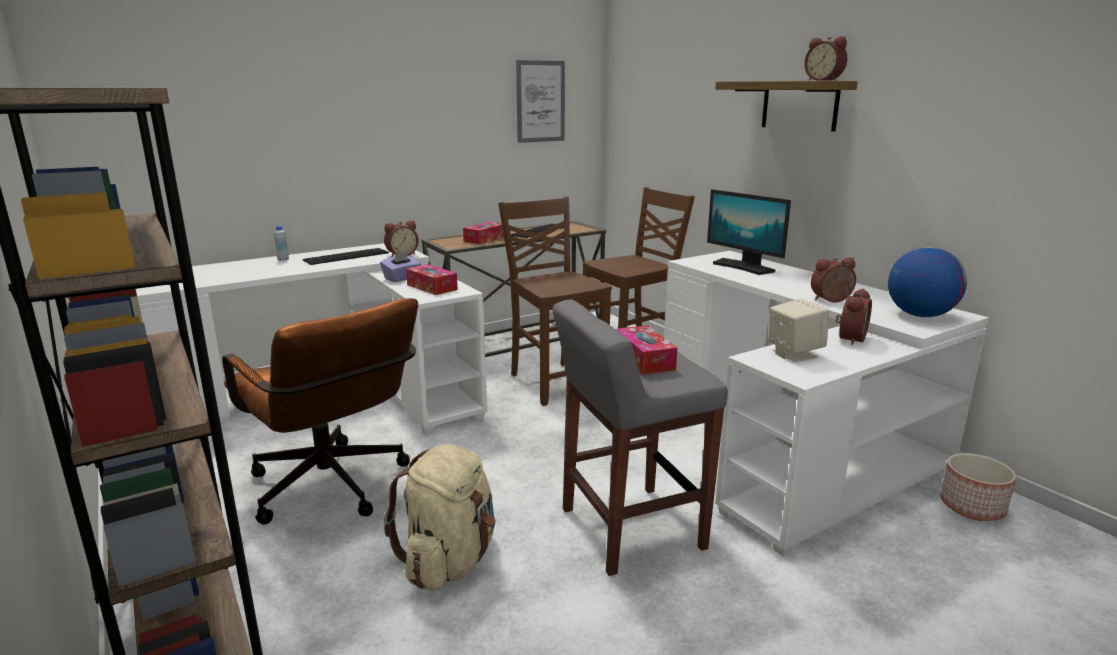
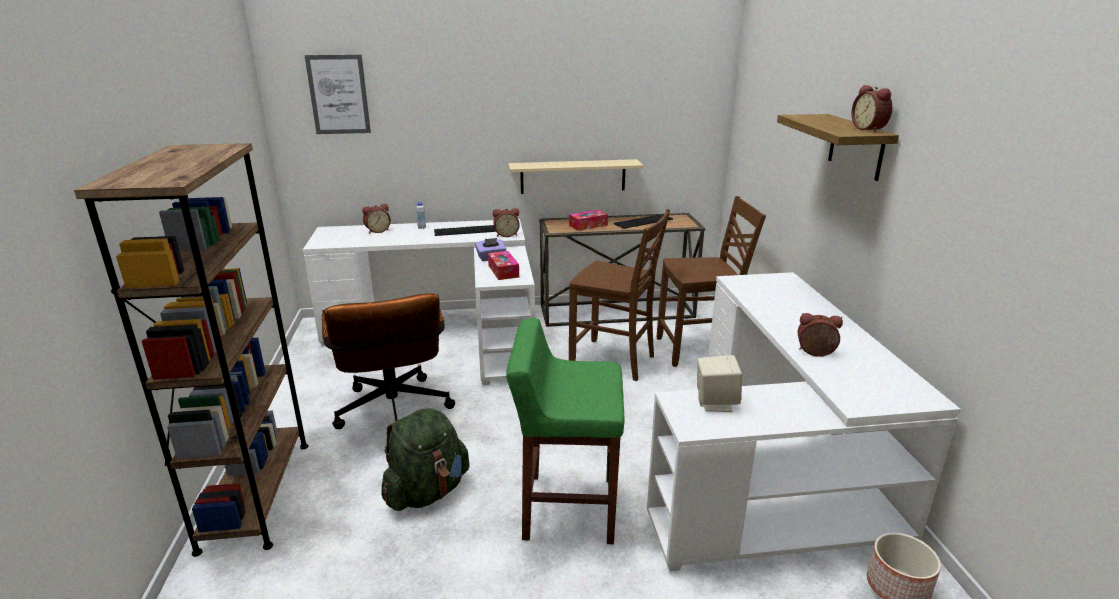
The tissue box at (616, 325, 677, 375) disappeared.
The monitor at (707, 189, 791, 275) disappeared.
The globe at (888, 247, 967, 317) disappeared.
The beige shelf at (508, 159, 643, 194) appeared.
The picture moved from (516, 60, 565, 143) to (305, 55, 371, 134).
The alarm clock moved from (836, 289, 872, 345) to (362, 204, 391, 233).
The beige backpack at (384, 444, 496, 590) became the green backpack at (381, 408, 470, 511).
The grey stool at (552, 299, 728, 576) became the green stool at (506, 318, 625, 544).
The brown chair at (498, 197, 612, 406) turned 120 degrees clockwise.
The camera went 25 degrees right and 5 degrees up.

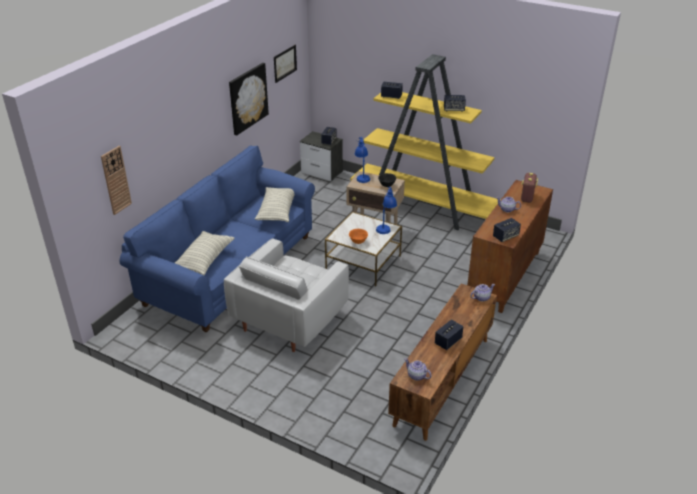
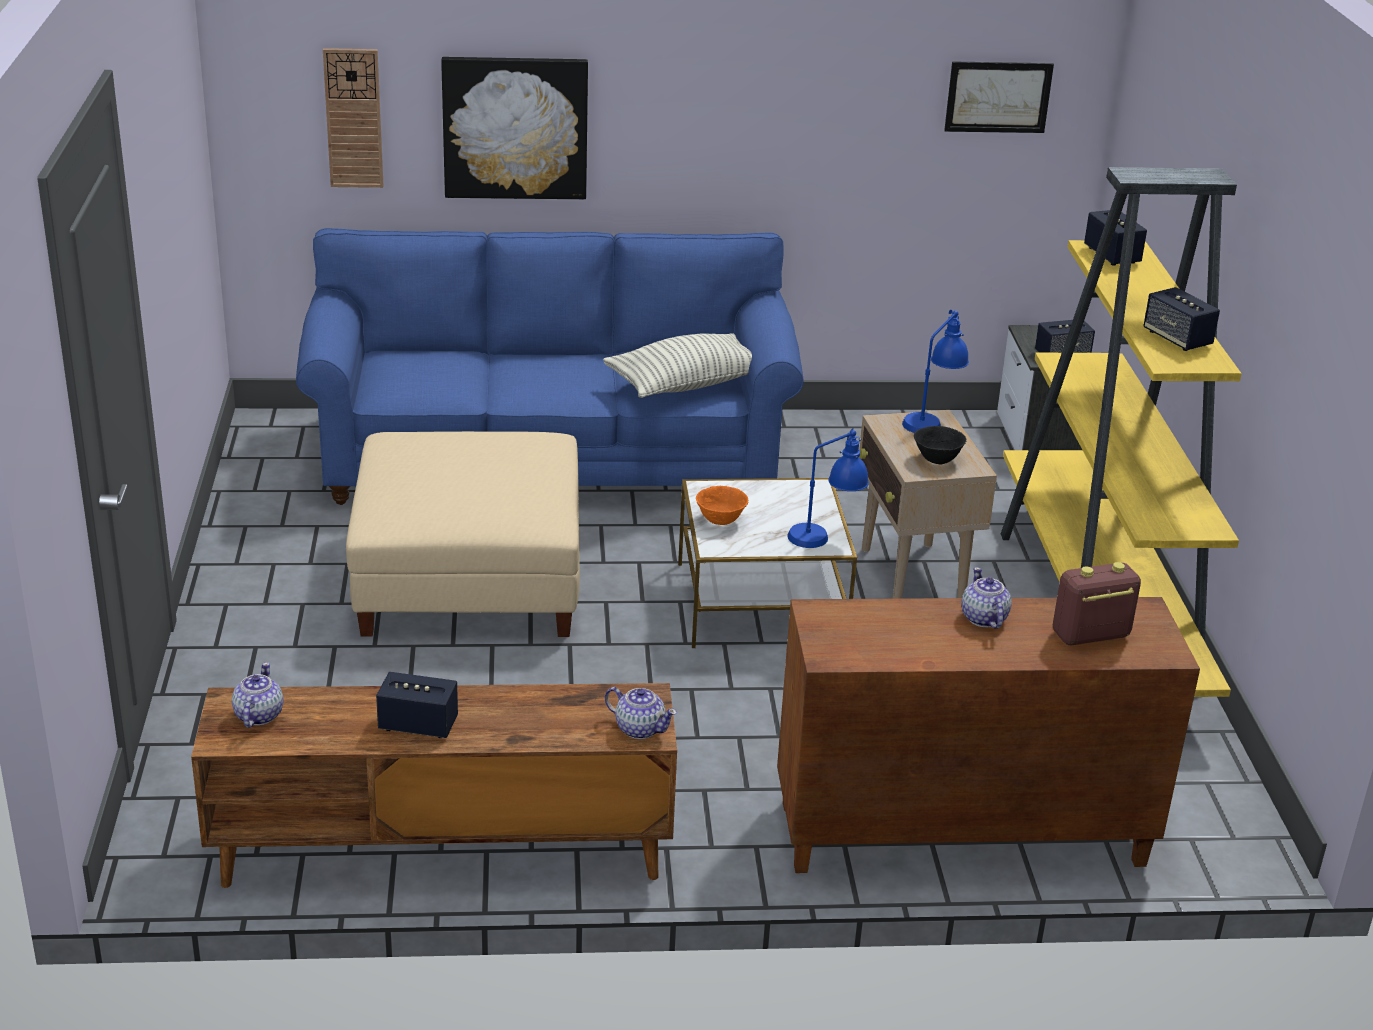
The pillow at (175, 231, 235, 275) disappeared.
The speaker at (493, 218, 521, 242) disappeared.
The picture moved from (229, 63, 269, 135) to (441, 57, 588, 200).
The white armchair at (224, 238, 349, 352) was replaced by the beige ottoman at (346, 431, 580, 637).
The camera went 55 degrees right and 5 degrees down.

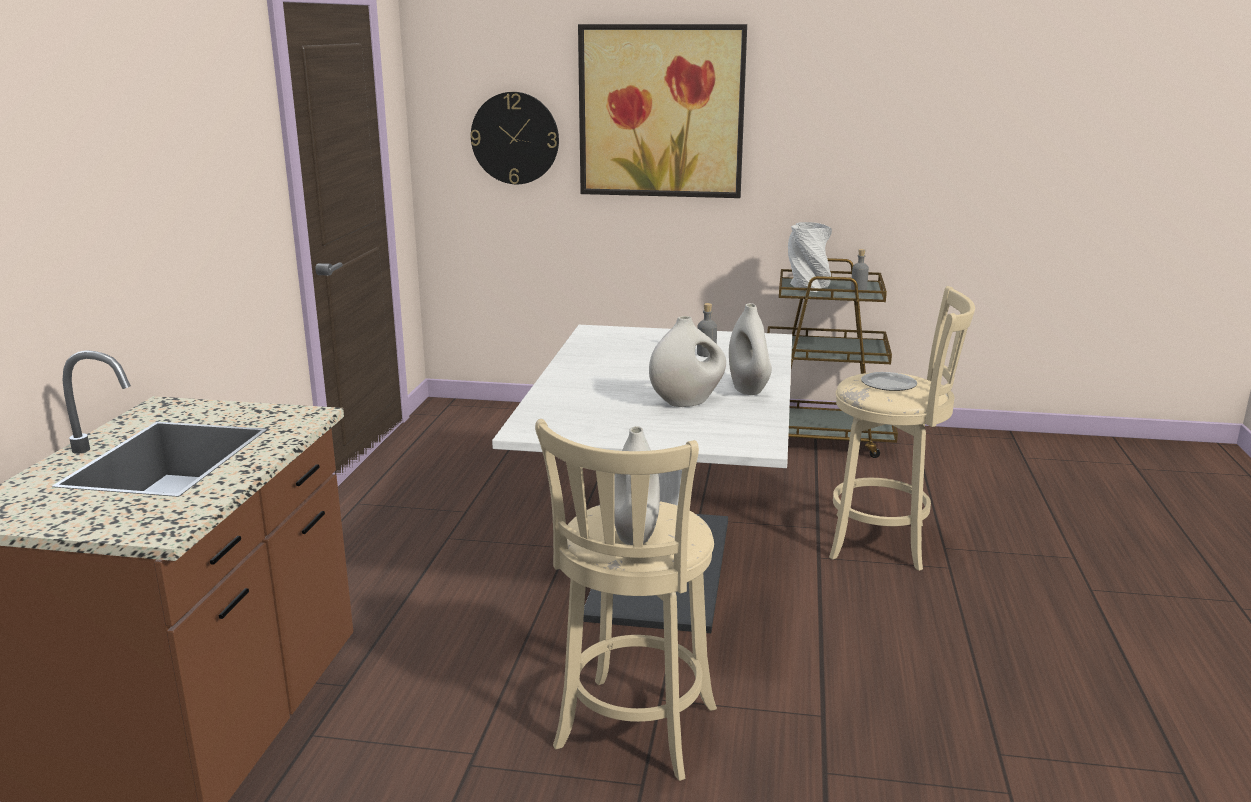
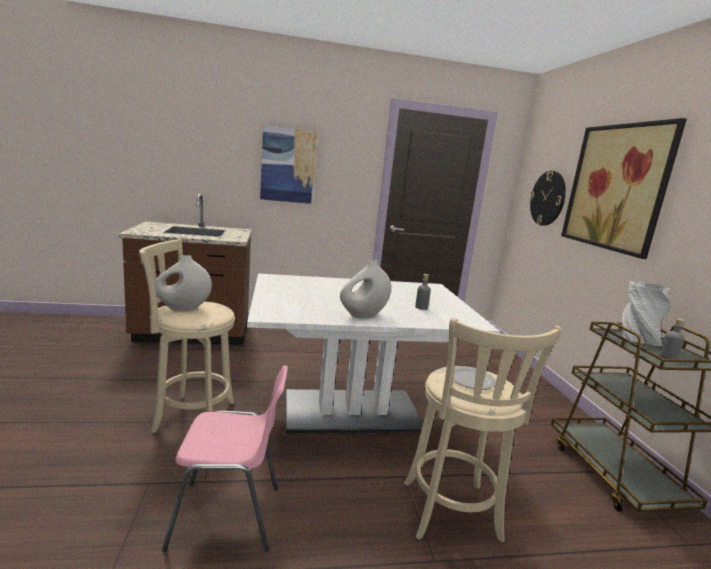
The white vase at (649, 316, 726, 407) disappeared.
The pink chair at (162, 365, 288, 552) appeared.
The picture at (260, 126, 318, 204) appeared.
The camera went 70 degrees right and 5 degrees down.

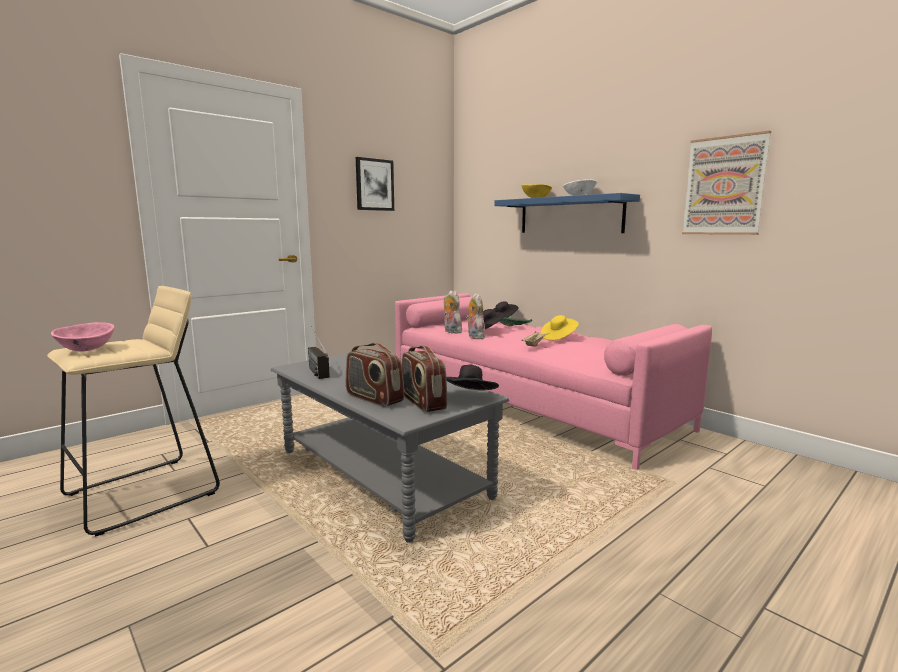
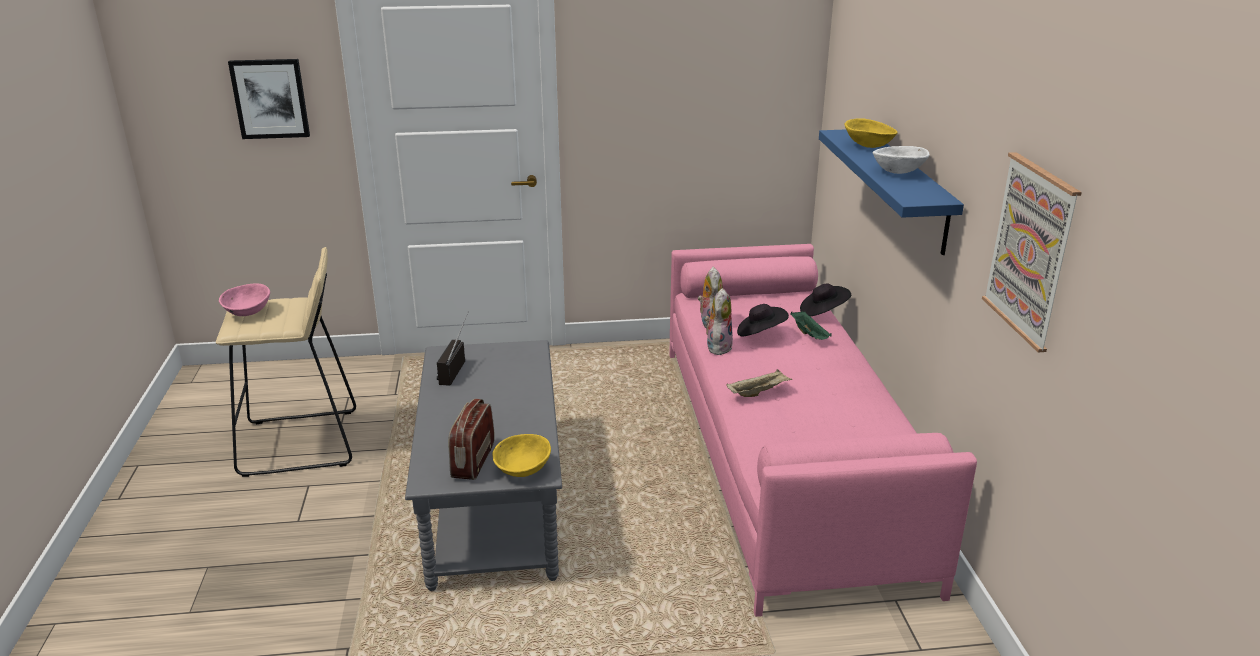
The radio at (346, 343, 404, 407) disappeared.
The yellow hat at (540, 315, 579, 340) disappeared.
The picture moved from (356, 157, 394, 211) to (228, 59, 310, 139).
The black hat at (446, 365, 499, 391) was replaced by the yellow bowl at (493, 434, 551, 477).
The camera went 35 degrees right and 15 degrees up.

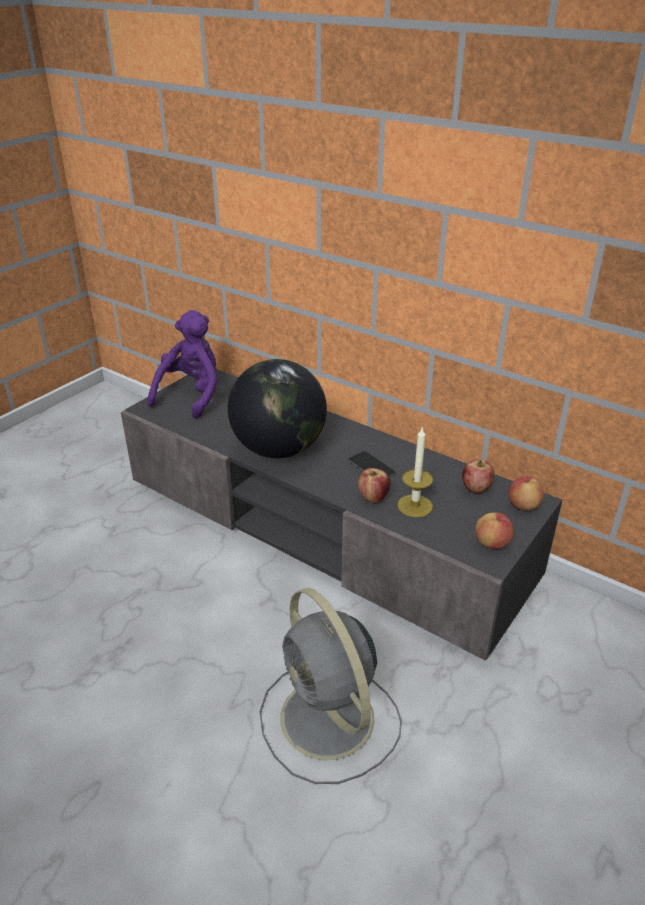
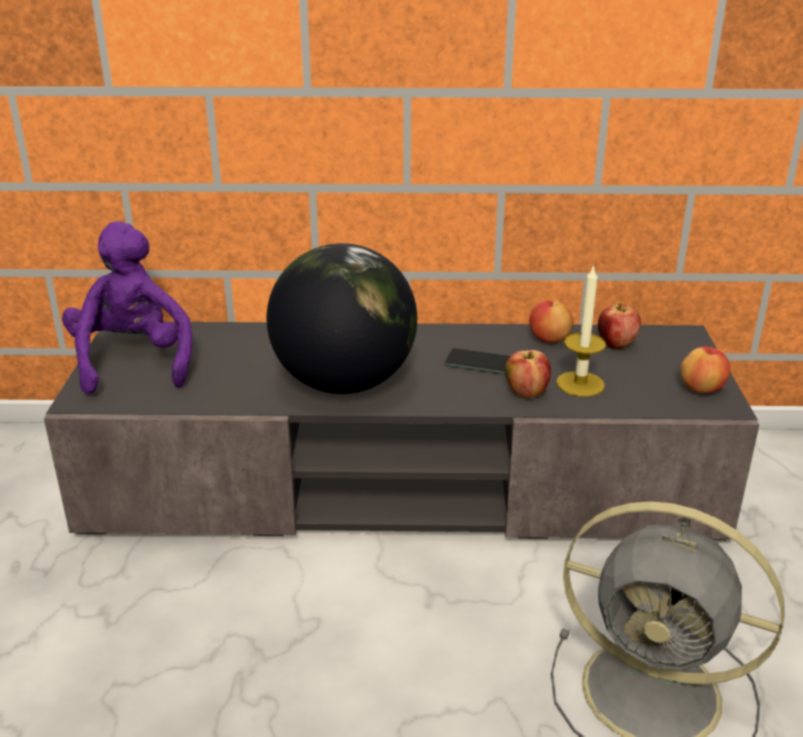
The apple moved from (509, 476, 544, 511) to (529, 300, 573, 343).
The camera went 35 degrees left and 5 degrees down.

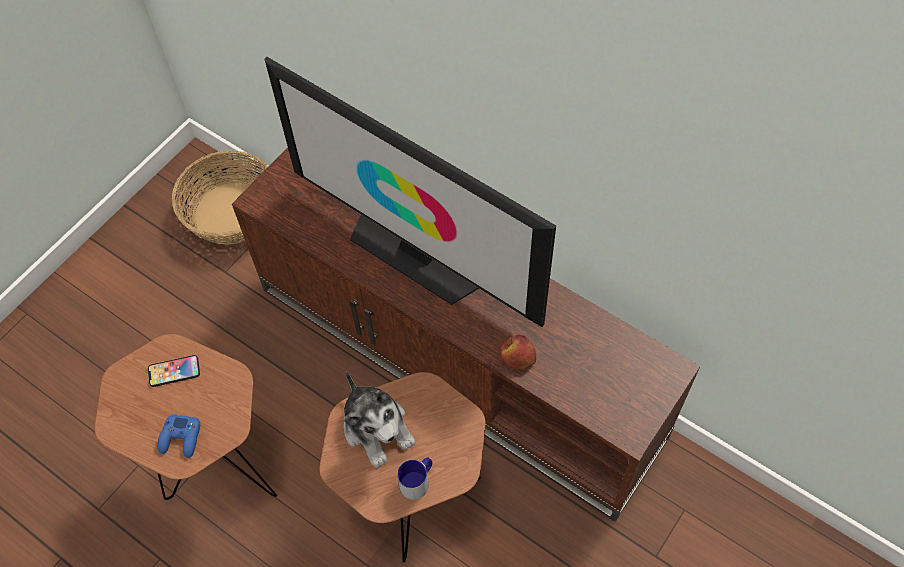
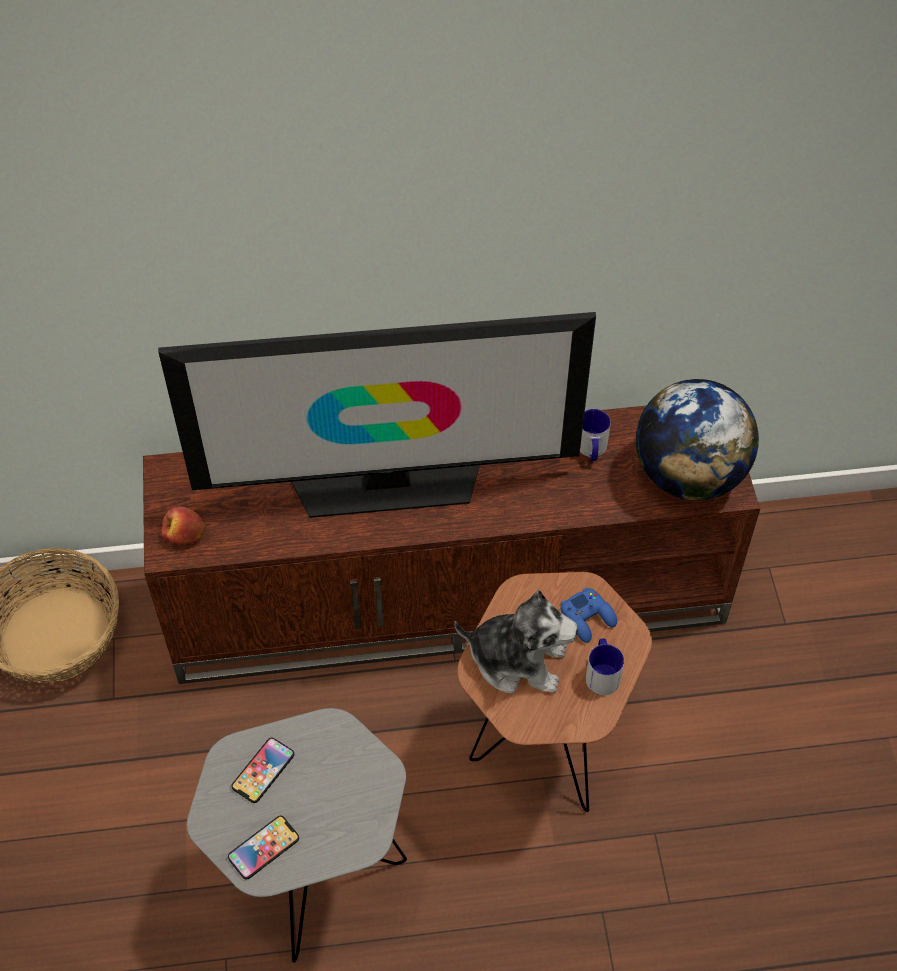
The phone at (228, 816, 299, 880) appeared.
The mug at (580, 409, 611, 461) appeared.
The globe at (636, 379, 759, 501) appeared.
The blue game controller moved from (157, 414, 200, 458) to (560, 587, 617, 643).
The apple moved from (500, 335, 536, 370) to (161, 506, 206, 545).
The brown side table at (95, 334, 277, 500) became the grey side table at (187, 708, 407, 963).
The camera went 45 degrees left and 5 degrees down.

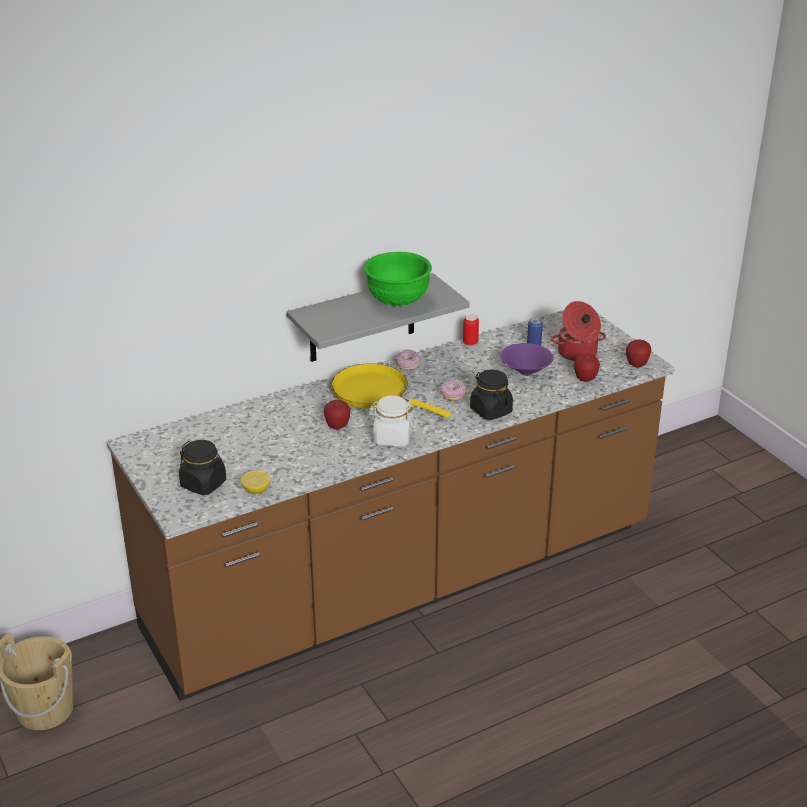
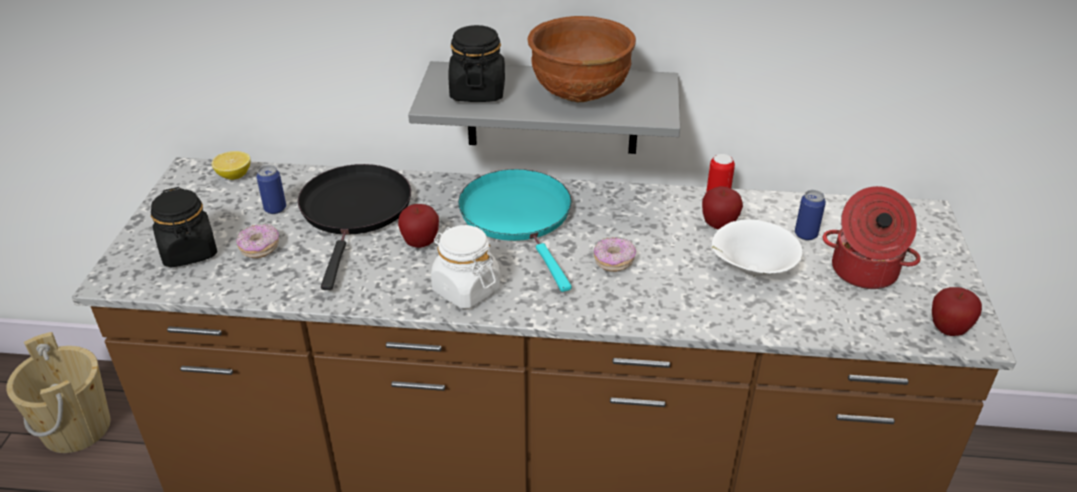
The can at (256, 165, 286, 214) appeared.
The black frying pan at (298, 164, 411, 290) appeared.
The lemon moved from (240, 470, 271, 494) to (212, 151, 250, 180).
The donut moved from (395, 349, 420, 370) to (236, 224, 279, 258).
The black jar moved from (470, 370, 513, 420) to (448, 25, 505, 102).
The apple moved from (574, 354, 600, 382) to (702, 186, 743, 229).
The yellow frying pan at (331, 364, 451, 418) became the turquoise frying pan at (458, 169, 572, 292).
The green bowl at (364, 252, 432, 307) became the brown bowl at (528, 16, 636, 102).
The purple bowl at (501, 343, 554, 376) became the white bowl at (712, 219, 802, 276).
The camera went 35 degrees right and 5 degrees up.

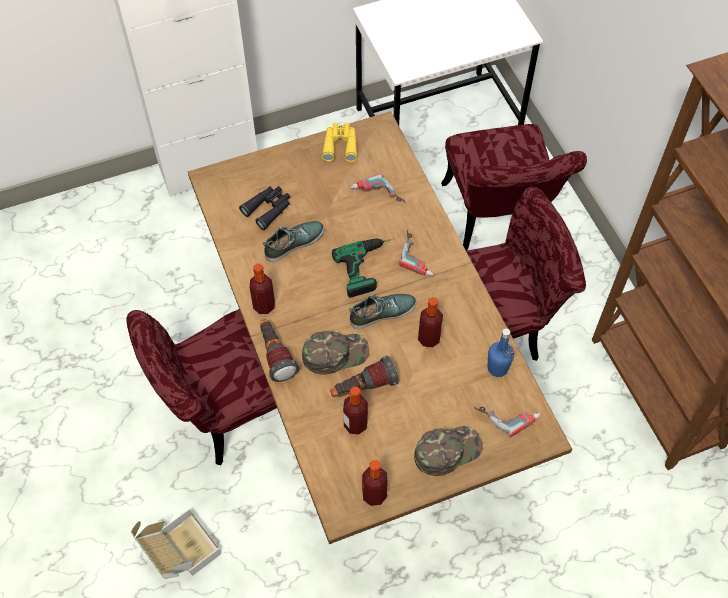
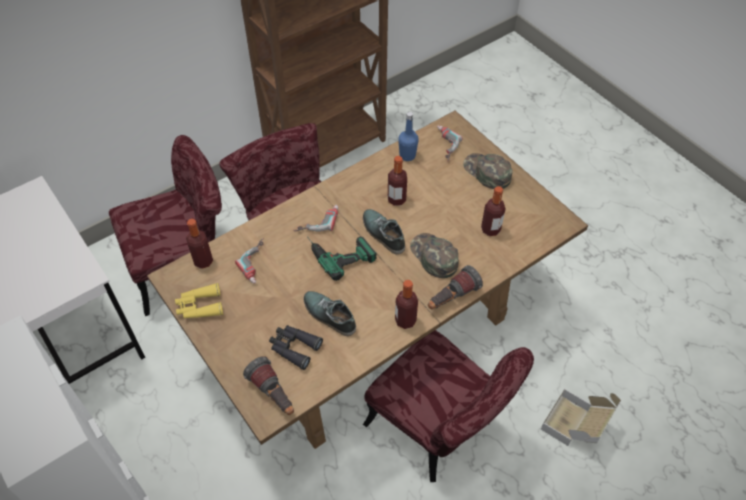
The flashlight moved from (330, 356, 399, 397) to (243, 356, 294, 415).
The bottle moved from (362, 460, 388, 506) to (186, 219, 213, 269).
The camera went 105 degrees left and 5 degrees down.

